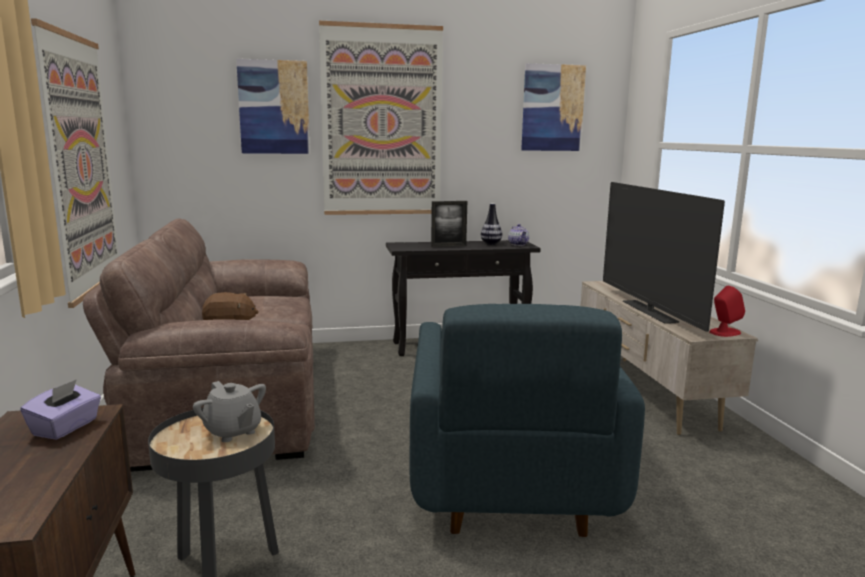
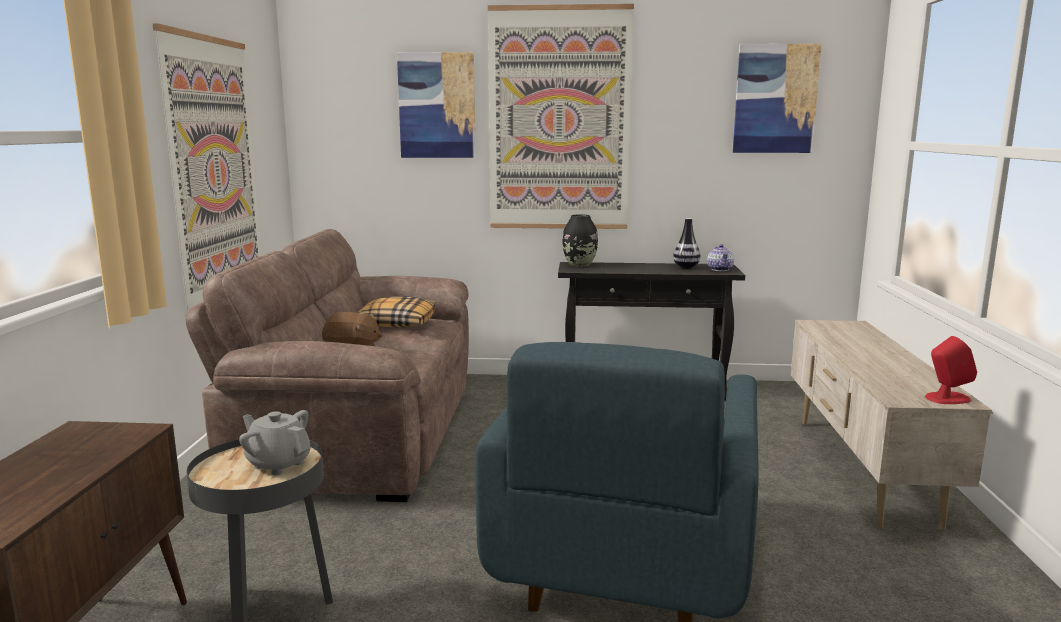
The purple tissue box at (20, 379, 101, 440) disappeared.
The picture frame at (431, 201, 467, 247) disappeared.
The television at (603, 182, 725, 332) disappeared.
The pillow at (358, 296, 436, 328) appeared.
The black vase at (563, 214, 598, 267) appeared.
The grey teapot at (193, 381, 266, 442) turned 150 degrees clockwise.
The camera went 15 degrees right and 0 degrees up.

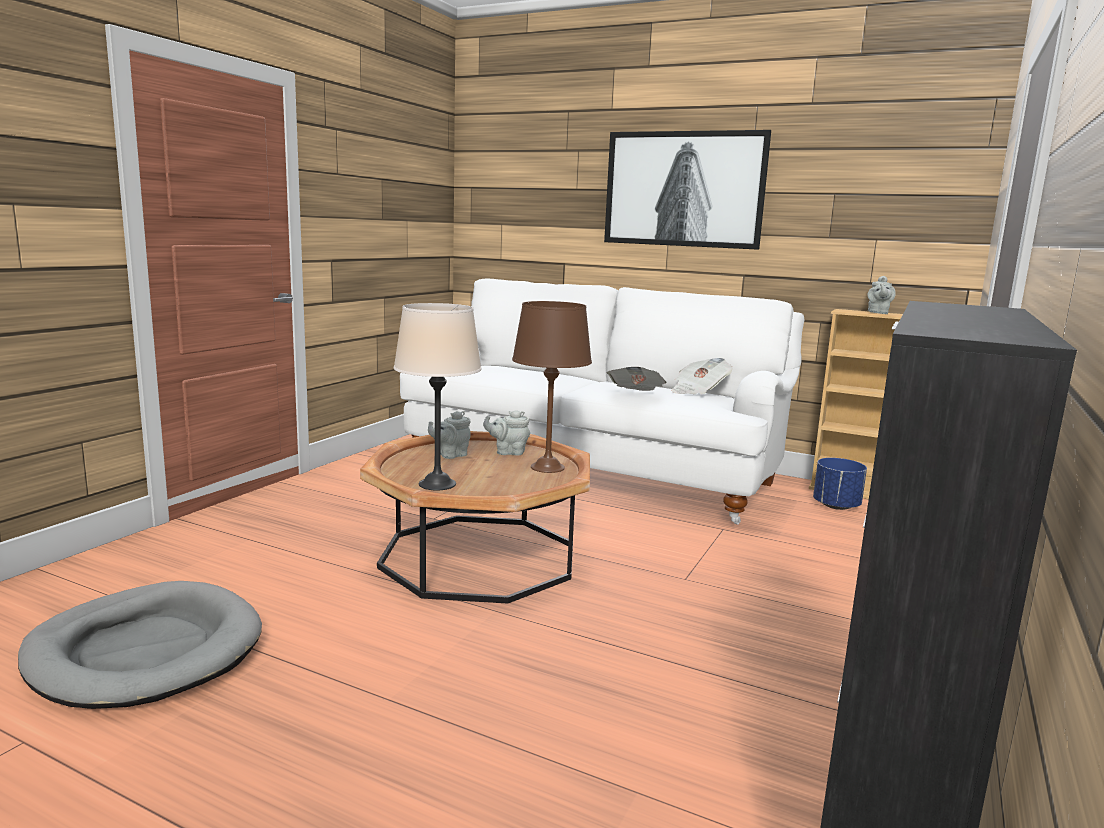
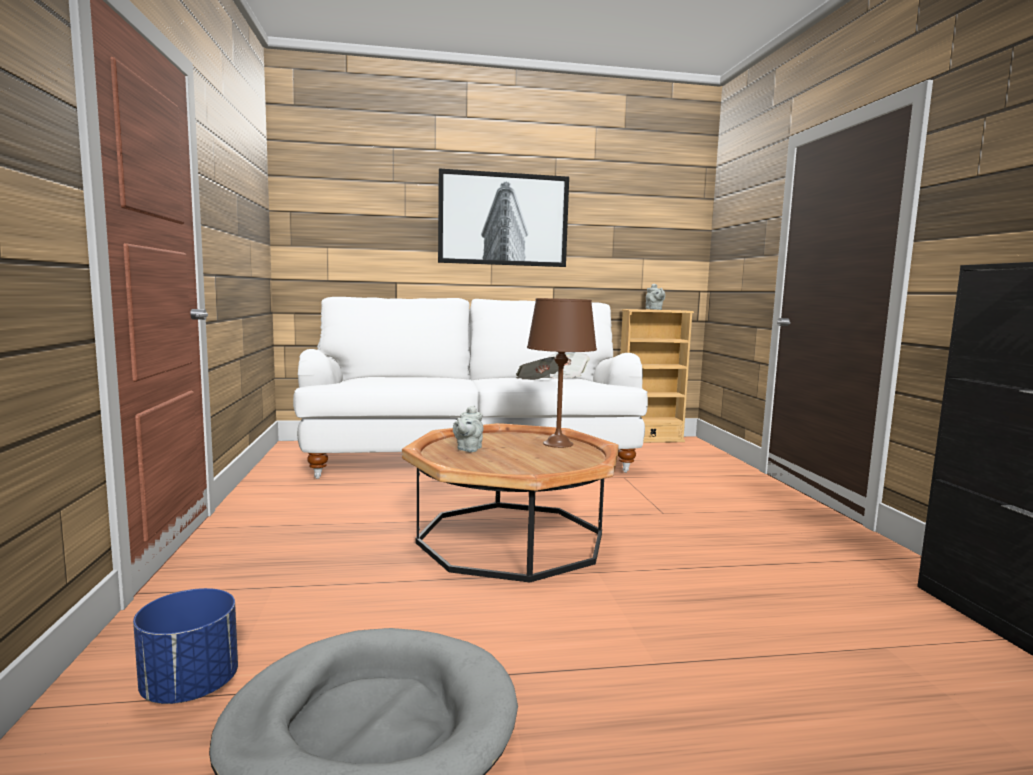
The beige table lamp at (394, 303, 482, 490) disappeared.
The grey teapot at (483, 410, 530, 456) disappeared.
The blue planter moved from (813, 458, 867, 510) to (133, 588, 238, 704).
The camera went 35 degrees left and 5 degrees down.

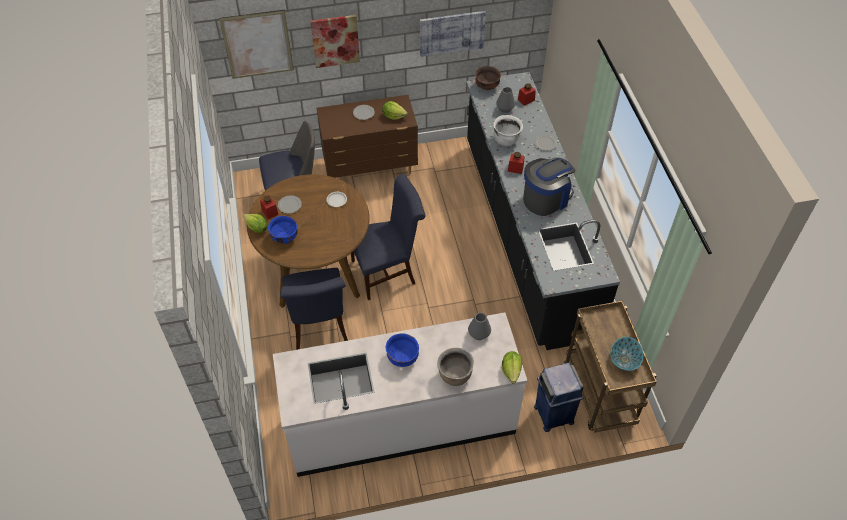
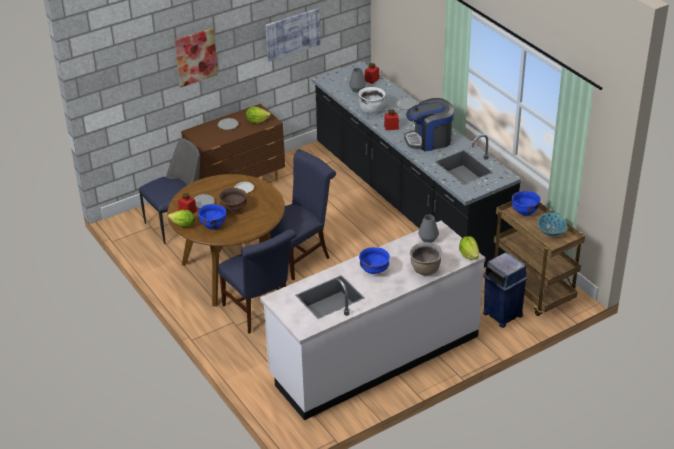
The picture at (219, 10, 294, 79) disappeared.
The blue bowl at (512, 191, 541, 216) appeared.
The brown bowl moved from (475, 66, 501, 90) to (219, 188, 247, 212).
The coffee machine at (523, 157, 576, 216) turned 135 degrees counterclockwise.
The camera went 20 degrees left and 15 degrees down.

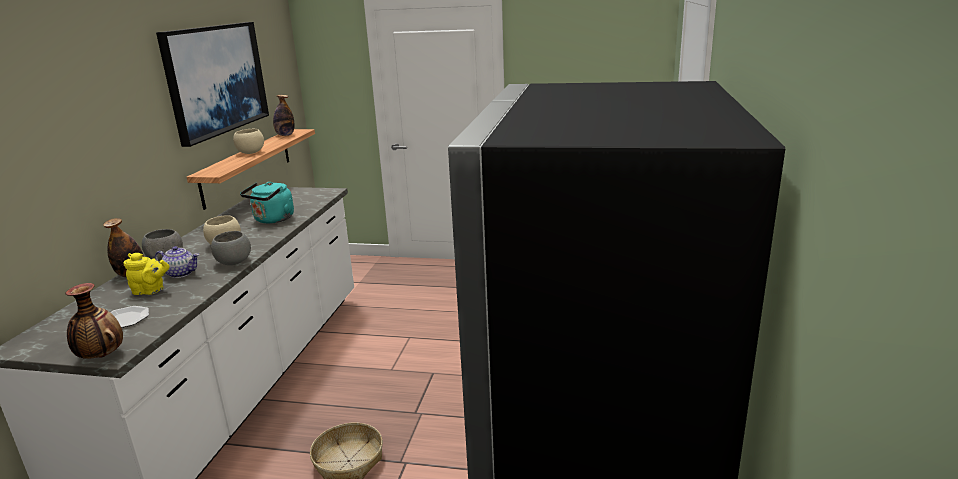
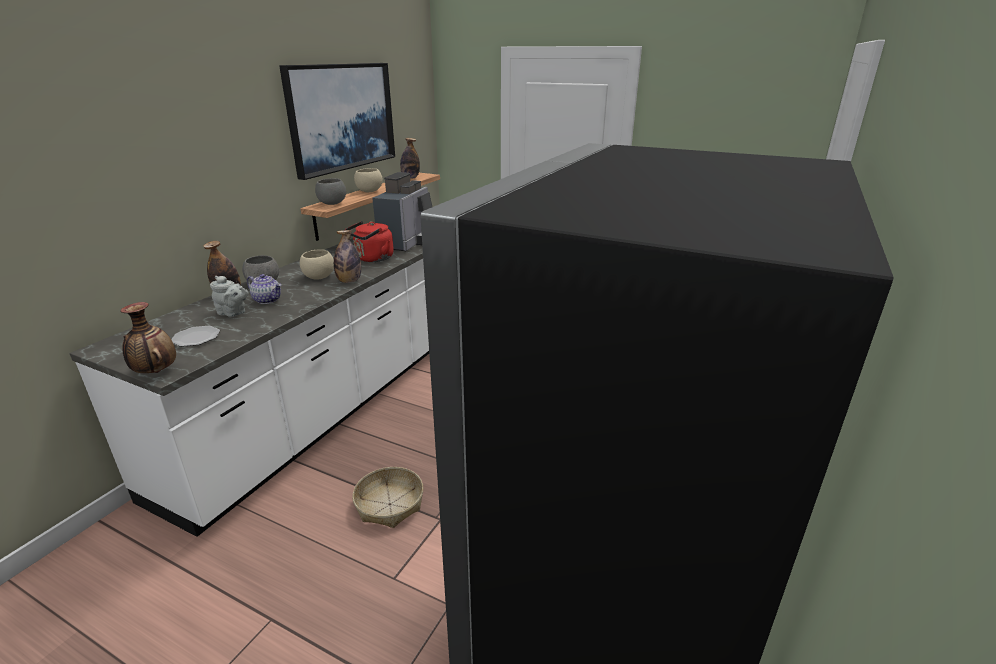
The bottle at (334, 230, 361, 283) appeared.
The coffee machine at (372, 172, 432, 251) appeared.
The grey bowl moved from (211, 231, 251, 265) to (315, 178, 346, 205).
The yellow teapot at (124, 253, 170, 295) became the grey teapot at (210, 276, 248, 317).
The turquoise kettle at (240, 182, 294, 224) became the red kettle at (345, 221, 394, 262).
The camera went 15 degrees right and 5 degrees up.

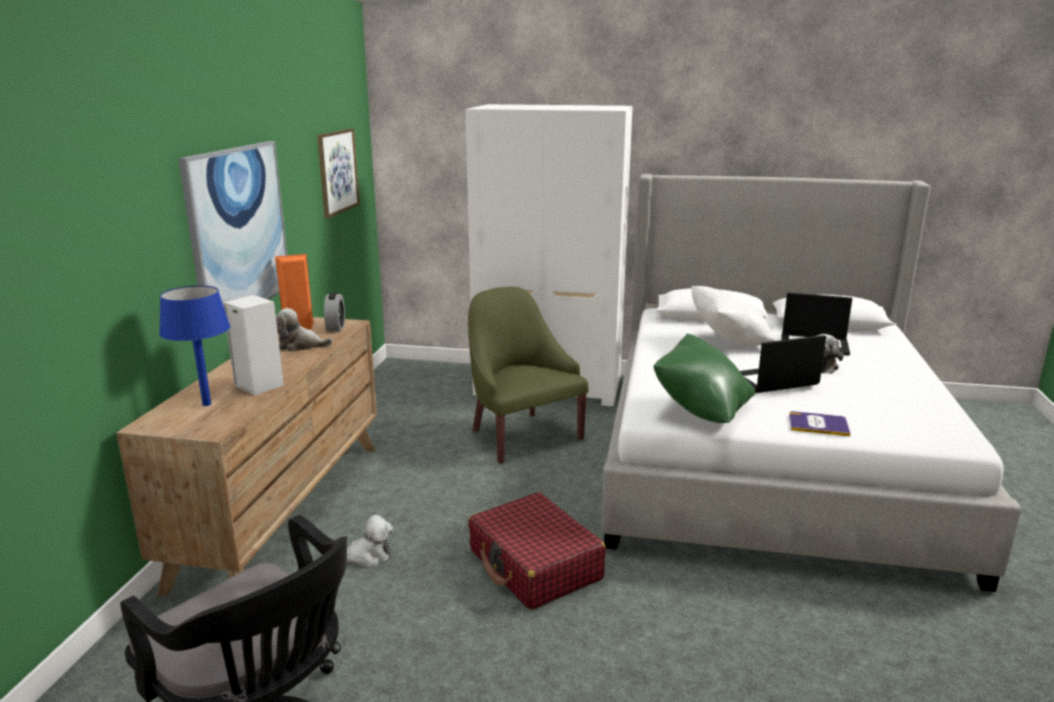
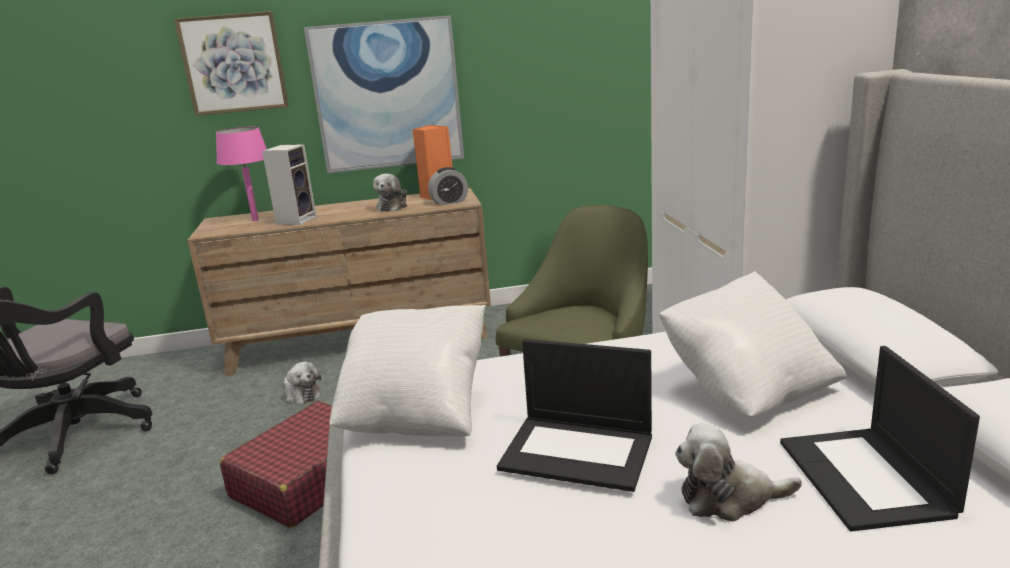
The book at (789, 411, 851, 436) disappeared.
The picture moved from (317, 128, 360, 218) to (174, 11, 289, 116).
The blue table lamp at (159, 285, 230, 406) became the pink table lamp at (216, 127, 267, 221).
The green pillow at (653, 333, 755, 423) became the white pillow at (330, 305, 486, 437).
The plush toy at (276, 308, 333, 351) turned 150 degrees counterclockwise.
The laptop at (740, 335, 826, 393) turned 150 degrees clockwise.
The camera went 70 degrees right and 0 degrees up.

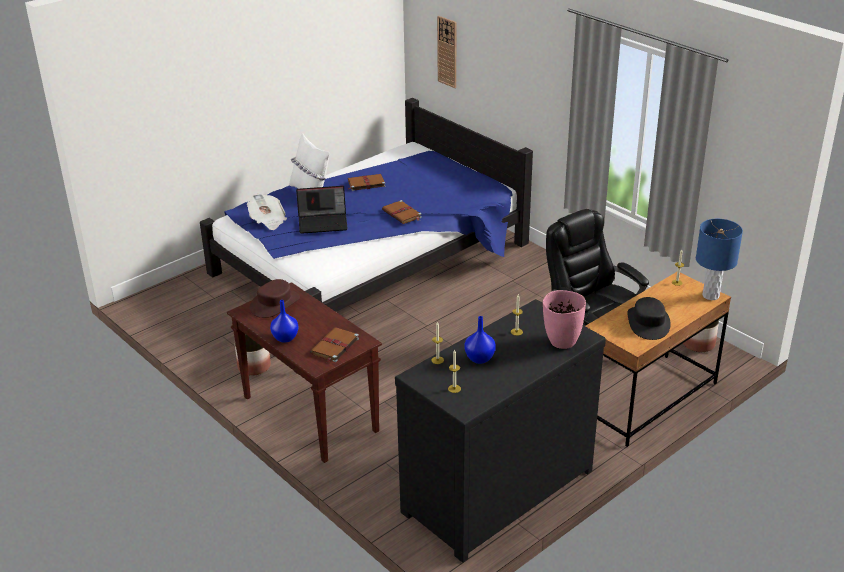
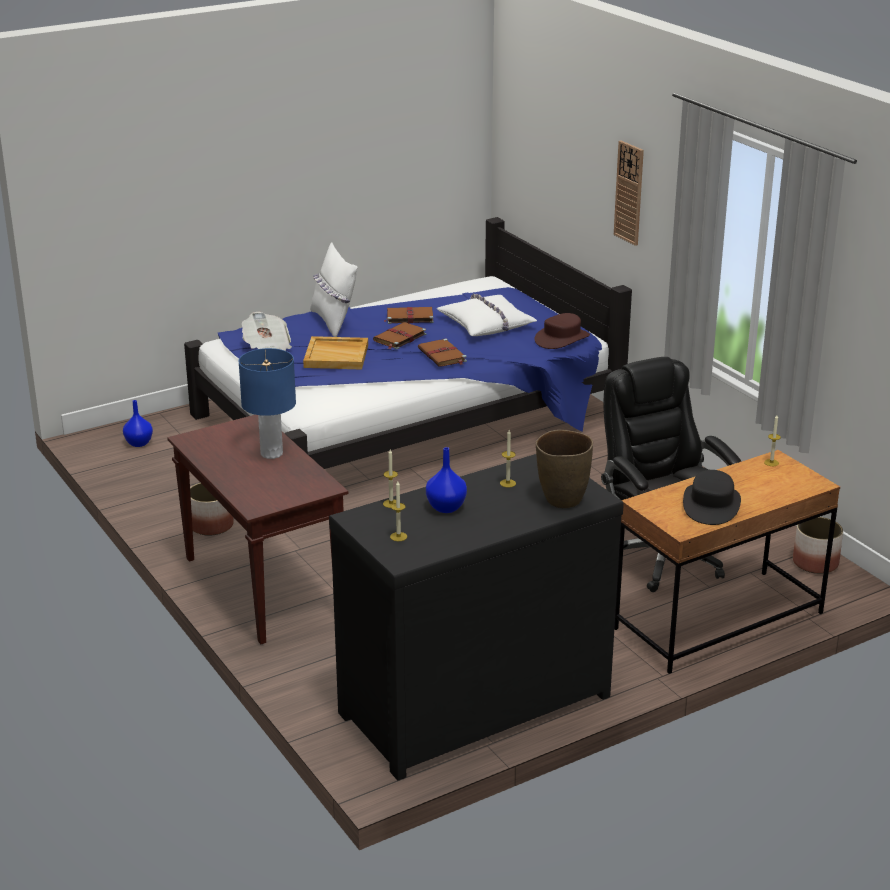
The white pillow at (437, 293, 537, 336) appeared.
The brown hat moved from (250, 279, 300, 318) to (534, 313, 590, 349).
The blue vase moved from (270, 300, 299, 343) to (123, 400, 153, 447).
The brown book moved from (310, 327, 359, 363) to (373, 322, 426, 349).
The wall clock moved from (437, 16, 456, 88) to (614, 140, 644, 246).
The blue table lamp moved from (696, 219, 743, 300) to (238, 348, 296, 459).
The laptop at (296, 186, 348, 234) was replaced by the beige tray at (303, 336, 368, 370).
The pink vase at (543, 290, 586, 349) became the brown vase at (536, 430, 593, 508).
The camera went 10 degrees right and 5 degrees down.

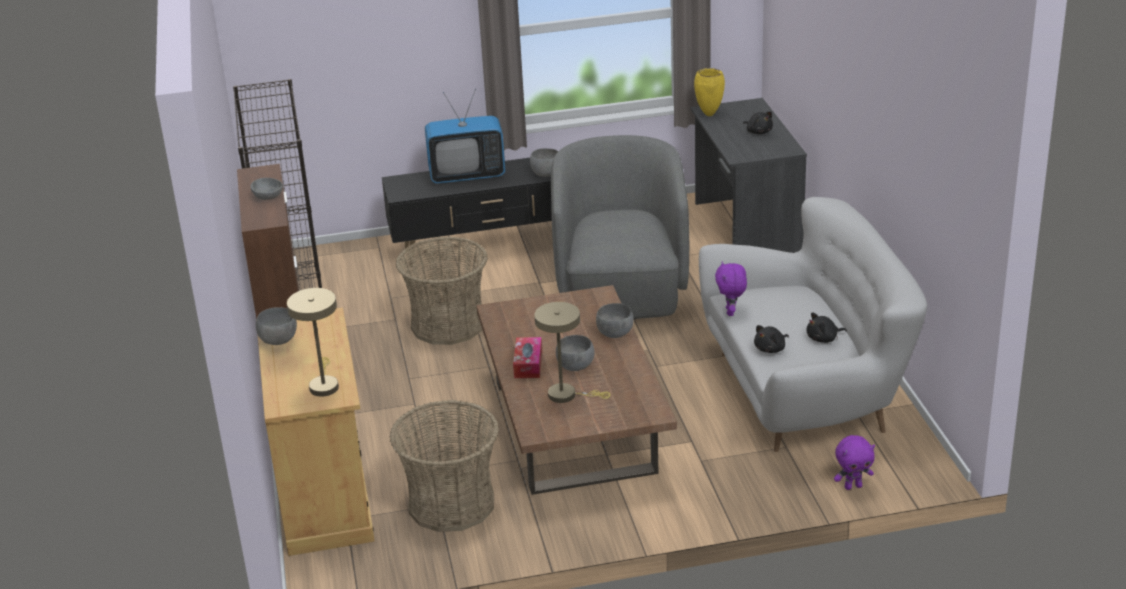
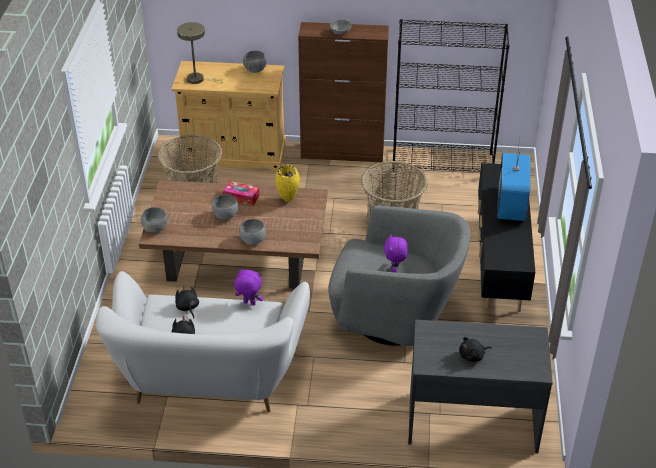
The beige table lamp at (534, 302, 611, 403) disappeared.
The grey bowl moved from (530, 148, 558, 177) to (141, 207, 167, 233).
The yellow vase moved from (694, 68, 725, 116) to (275, 165, 300, 202).
The purple plush toy moved from (834, 435, 875, 490) to (384, 234, 407, 273).
The camera went 105 degrees right and 10 degrees up.

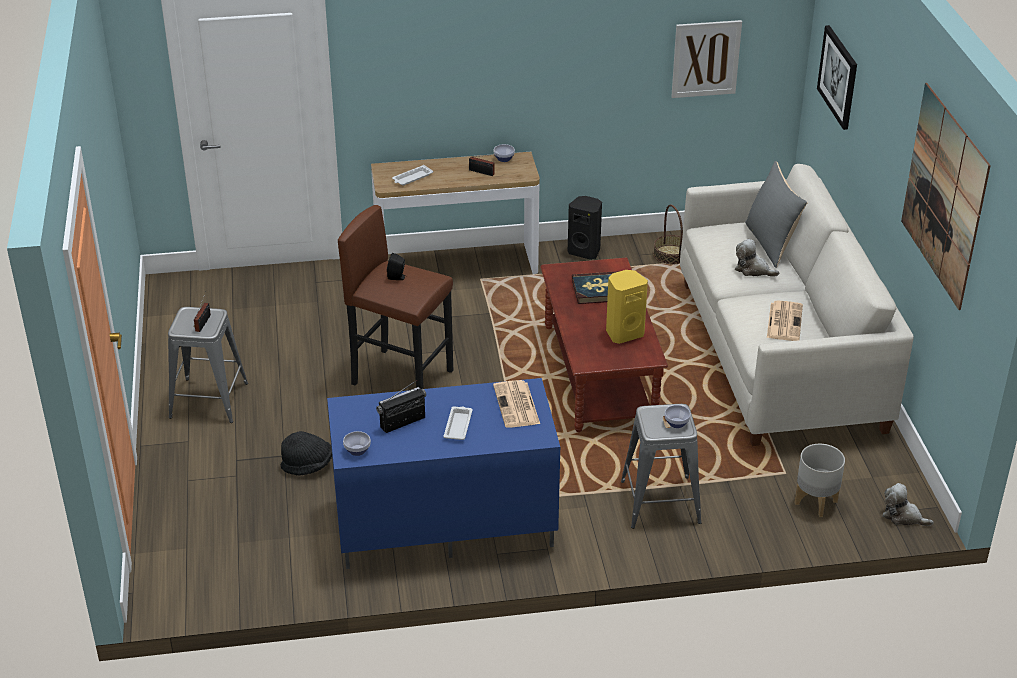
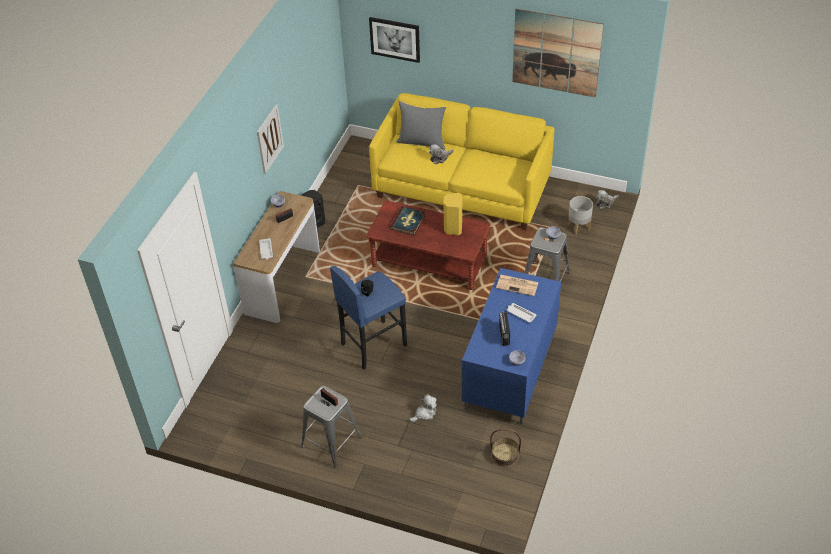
The newspaper at (767, 301, 803, 341) disappeared.
The basket moved from (653, 204, 683, 264) to (490, 429, 521, 467).
The picture moved from (671, 20, 742, 98) to (257, 104, 284, 174).
The black hat at (281, 431, 332, 475) was replaced by the plush toy at (409, 394, 437, 422).
The brown stool at (338, 205, 453, 389) became the blue stool at (330, 266, 407, 370).
The white sofa at (680, 164, 914, 446) became the yellow sofa at (369, 93, 554, 230).
The camera went 60 degrees left and 10 degrees up.

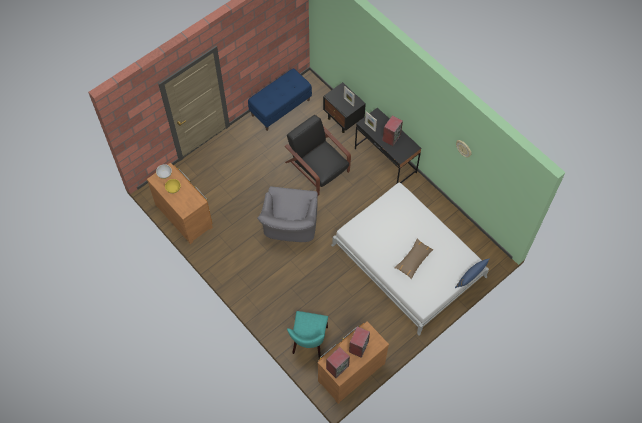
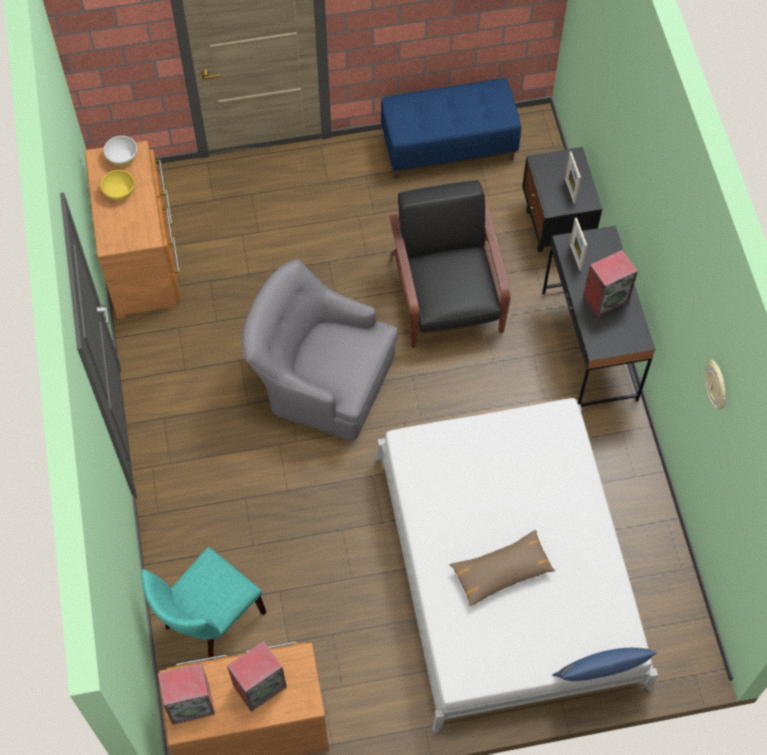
The grey armchair at (257, 187, 318, 242) turned 75 degrees clockwise.
The camera went 30 degrees right and 0 degrees up.

